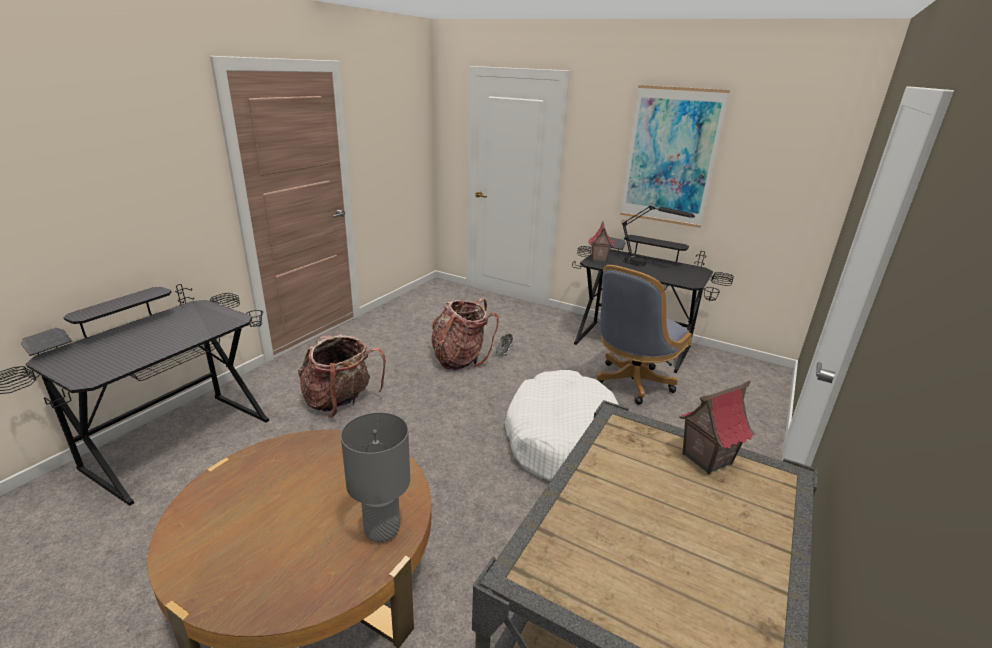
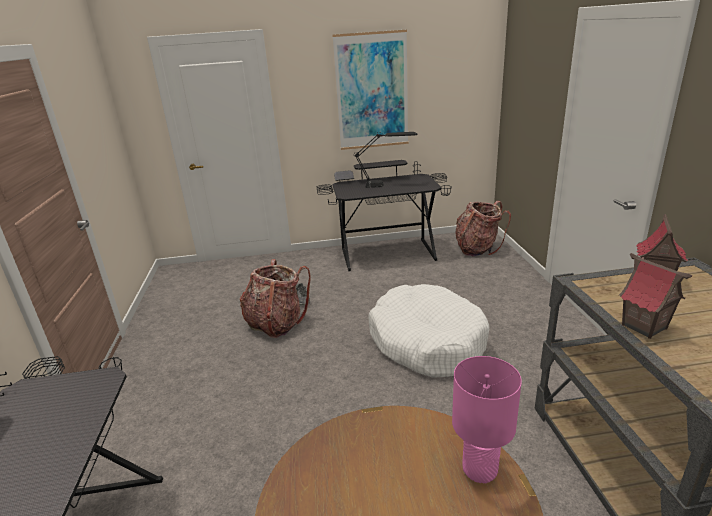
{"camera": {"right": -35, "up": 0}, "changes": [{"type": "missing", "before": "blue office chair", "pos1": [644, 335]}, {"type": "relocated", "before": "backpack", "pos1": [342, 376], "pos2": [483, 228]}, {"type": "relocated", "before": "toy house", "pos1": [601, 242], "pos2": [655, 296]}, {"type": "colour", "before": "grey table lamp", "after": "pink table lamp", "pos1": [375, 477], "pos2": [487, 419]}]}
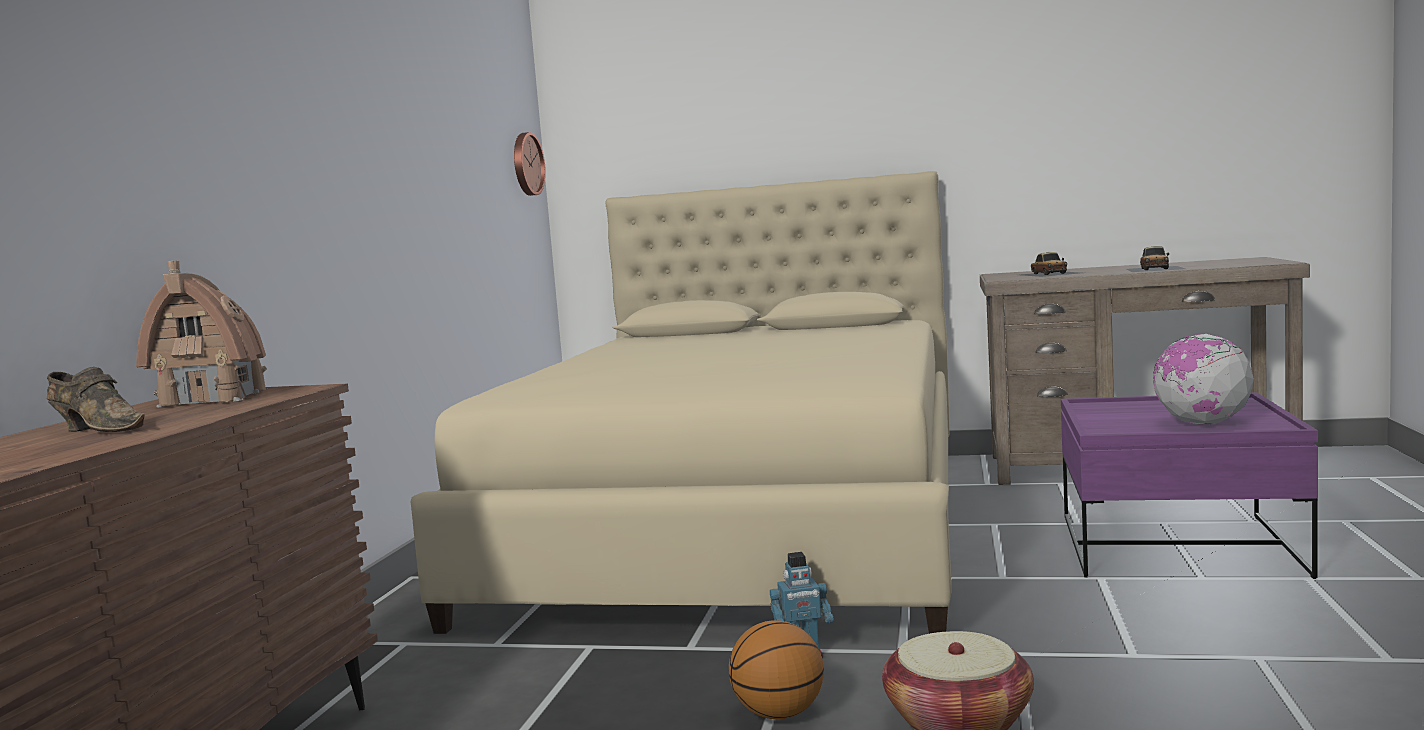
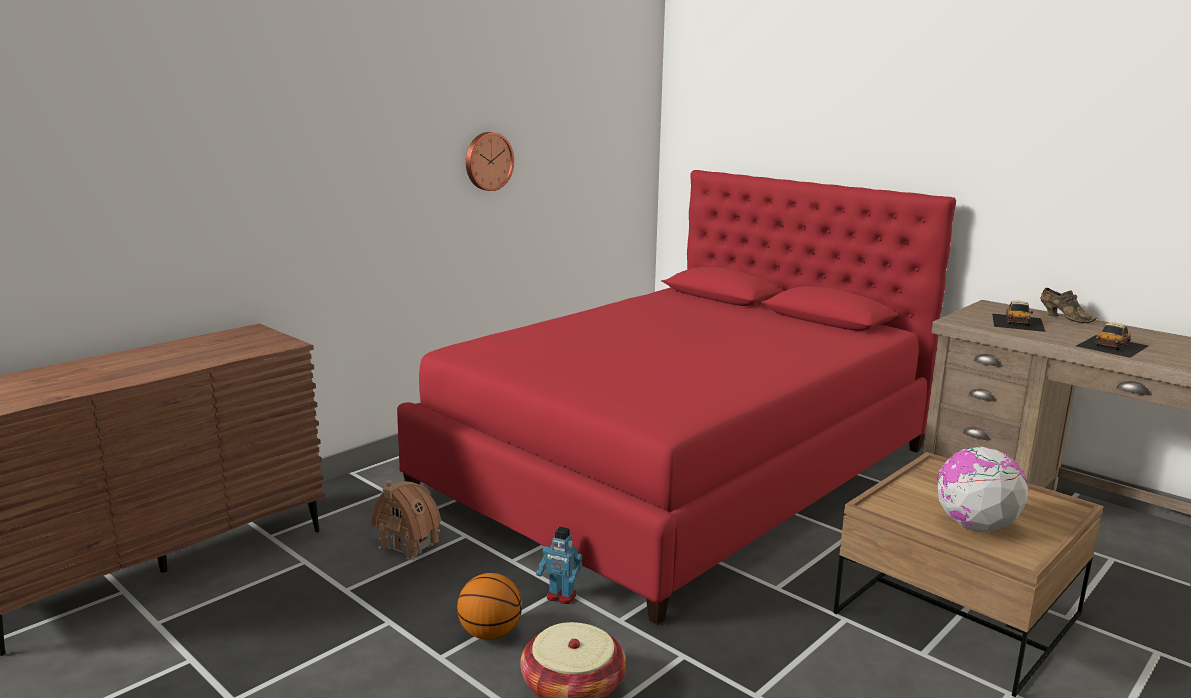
{"camera": {"right": 30, "up": 10}, "changes": [{"type": "relocated", "before": "brown shoe", "pos1": [96, 399], "pos2": [1068, 305]}, {"type": "relocated", "before": "toy house", "pos1": [202, 334], "pos2": [406, 520]}, {"type": "relocated", "before": "wall clock", "pos1": [530, 164], "pos2": [490, 161]}, {"type": "colour", "before": "beige bed", "after": "red bed", "pos1": [681, 402], "pos2": [676, 397]}, {"type": "colour", "before": "purple coffee table", "after": "brown coffee table", "pos1": [1189, 485], "pos2": [969, 574]}]}
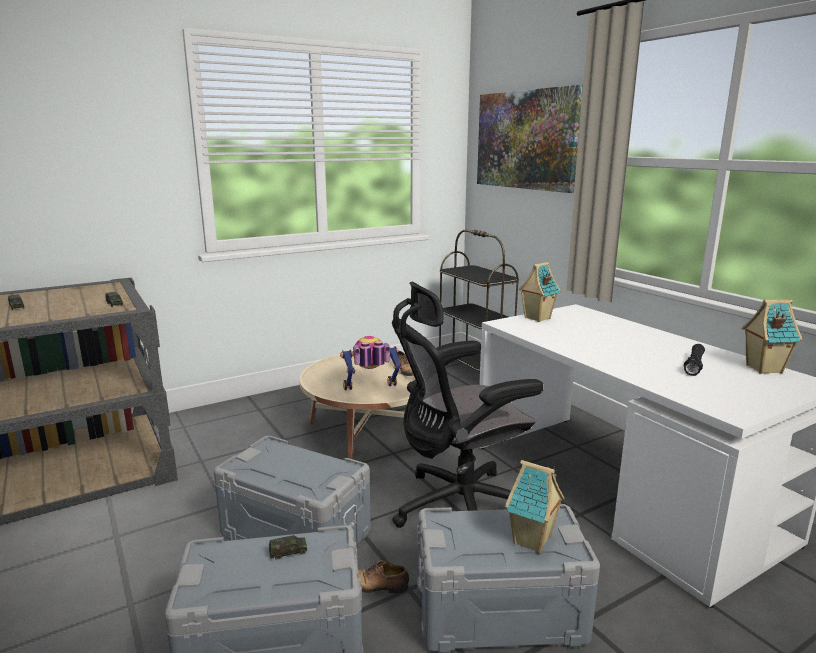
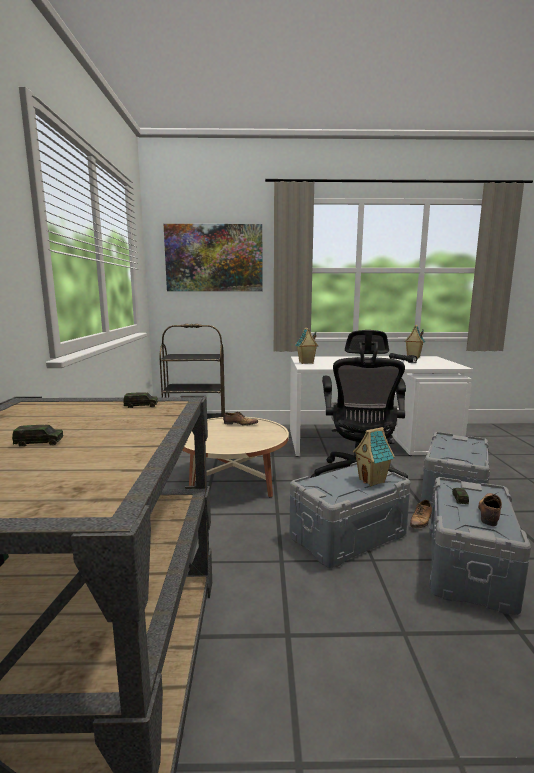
{"camera": {"right": -60, "up": -5}, "changes": [{"type": "missing", "before": "toy robot", "pos1": [371, 363]}, {"type": "appeared", "after": "shoe", "pos2": [490, 509]}, {"type": "relocated", "before": "toy house", "pos1": [534, 506], "pos2": [374, 456]}]}
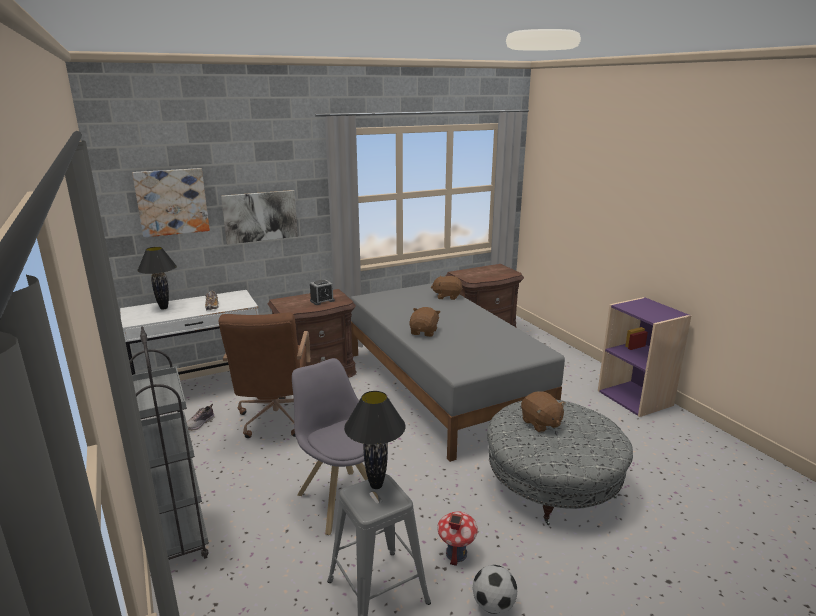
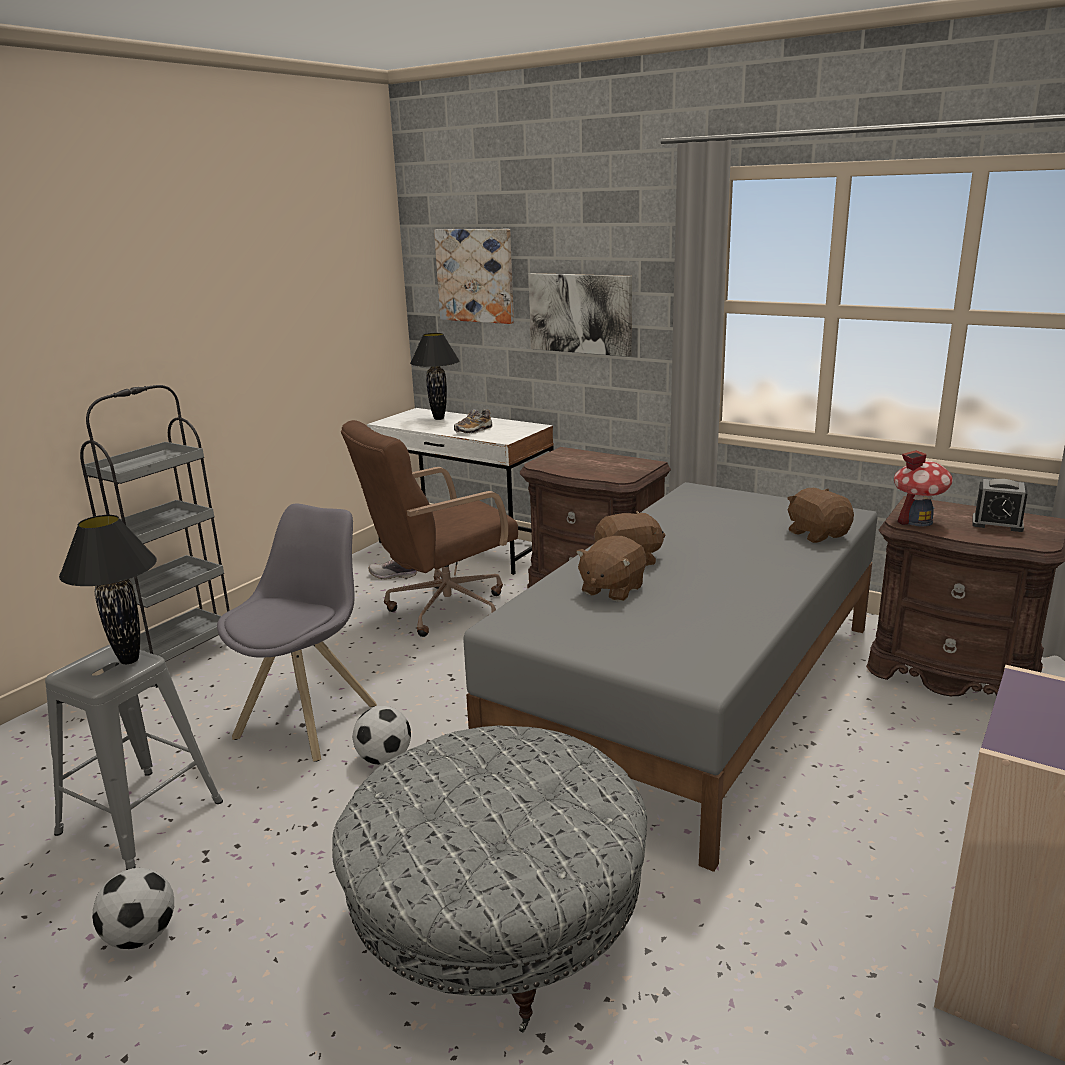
{"camera": {"right": 60, "up": 0}, "changes": [{"type": "appeared", "after": "football", "pos2": [381, 735]}, {"type": "relocated", "before": "alarm clock", "pos1": [322, 292], "pos2": [1000, 505]}, {"type": "relocated", "before": "toy house", "pos1": [457, 538], "pos2": [923, 488]}, {"type": "relocated", "before": "brown plush toy", "pos1": [543, 411], "pos2": [611, 569]}]}
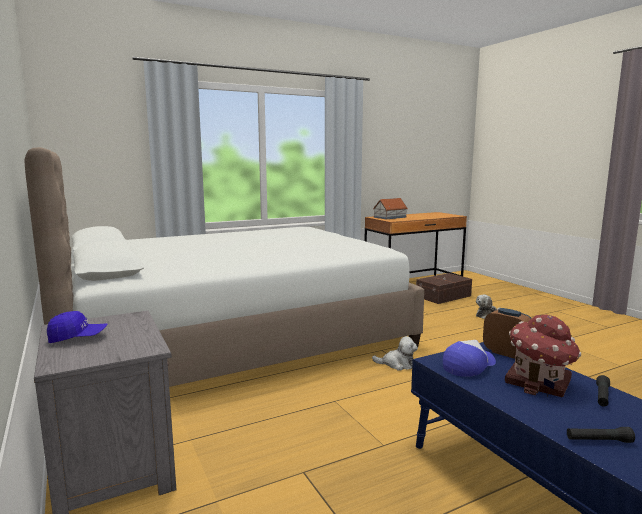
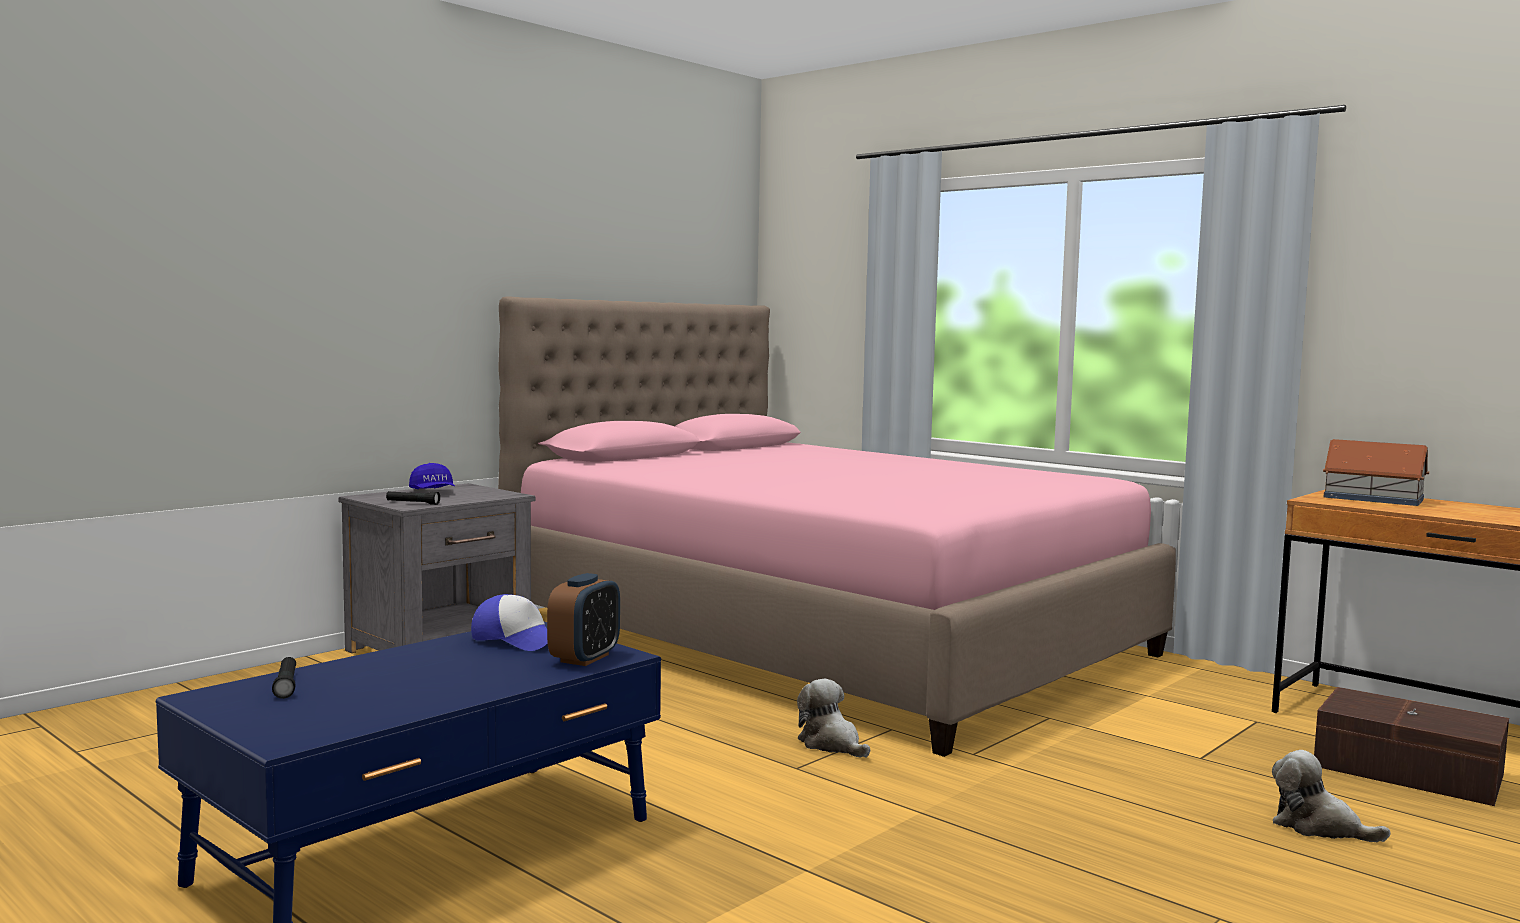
{"camera": {"right": 70, "up": -5}, "changes": [{"type": "missing", "before": "toy house", "pos1": [543, 356]}, {"type": "relocated", "before": "black flashlight", "pos1": [603, 391], "pos2": [413, 498]}, {"type": "colour", "before": "white bed", "after": "pink bed", "pos1": [224, 267], "pos2": [837, 526]}, {"type": "spun", "before": "plush toy", "pos1": [395, 353], "pos2": [833, 718], "turn": 150}]}
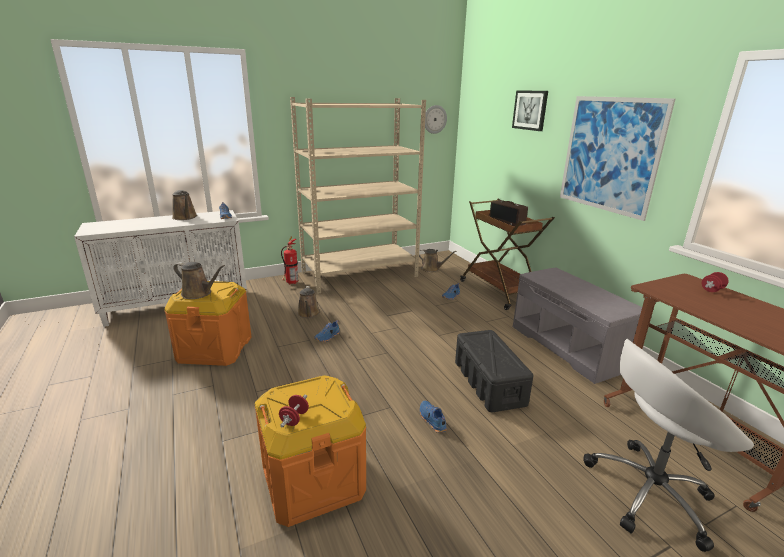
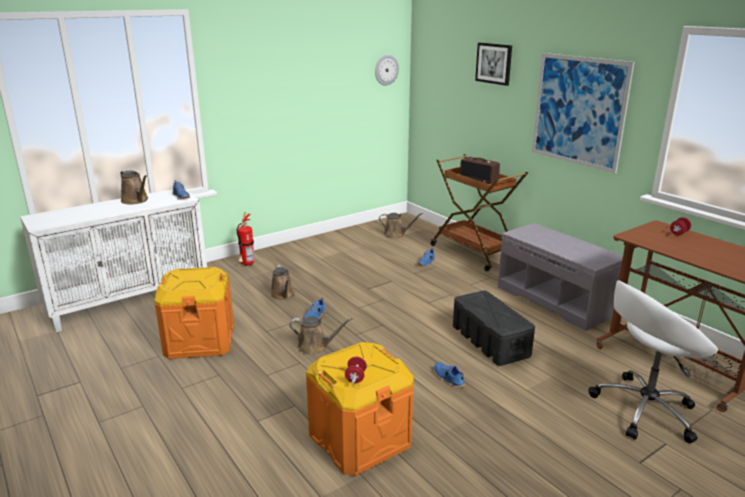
{"camera": {"right": -10, "up": 0}, "changes": [{"type": "missing", "before": "beige bookcase", "pos1": [358, 195]}, {"type": "relocated", "before": "brown watering can", "pos1": [199, 280], "pos2": [320, 335]}]}
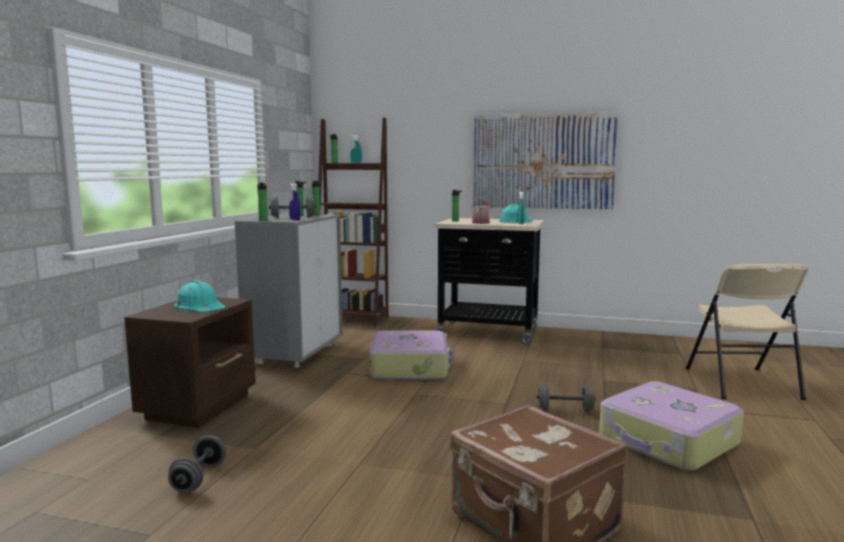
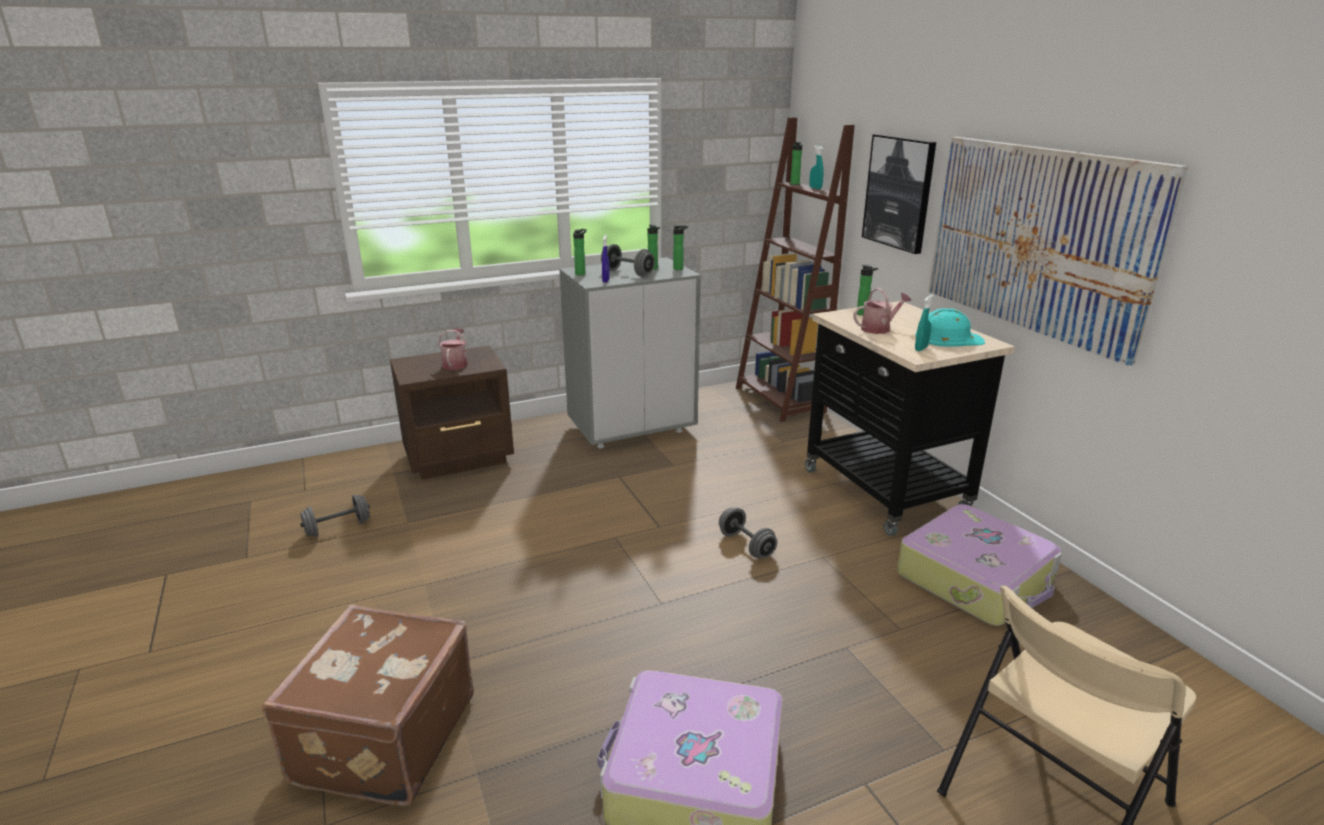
{"camera": {"right": 50, "up": 15}, "changes": [{"type": "appeared", "after": "picture", "pos2": [899, 194]}, {"type": "relocated", "before": "suitcase", "pos1": [412, 355], "pos2": [979, 565]}, {"type": "relocated", "before": "grey dumbbell", "pos1": [566, 398], "pos2": [748, 533]}, {"type": "exchanged", "before": "turquoise hard hat", "after": "watering can", "pos1": [199, 296], "pos2": [453, 349]}]}
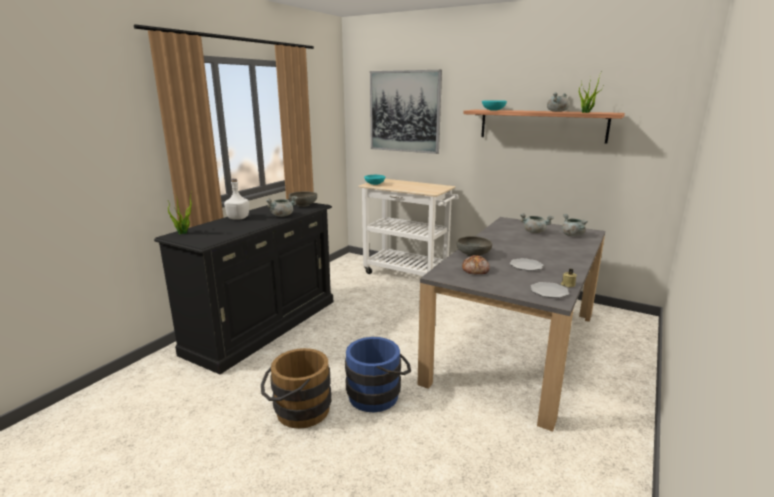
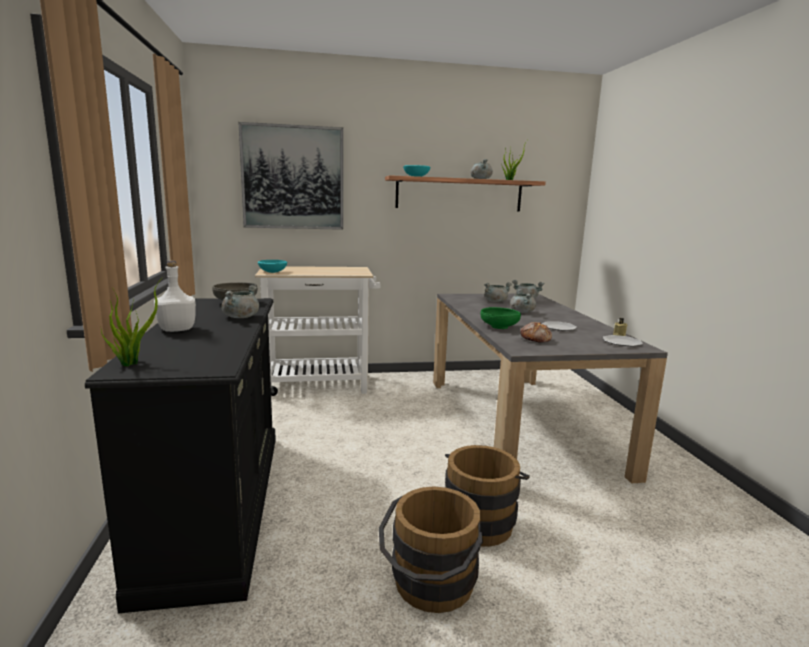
{"camera": {"right": -40, "up": -5}, "changes": [{"type": "appeared", "after": "grey cooking pot", "pos2": [523, 301]}, {"type": "colour", "before": "blue bucket", "after": "brown bucket", "pos1": [378, 374], "pos2": [487, 496]}, {"type": "colour", "before": "grey bowl", "after": "green bowl", "pos1": [474, 246], "pos2": [501, 318]}]}
